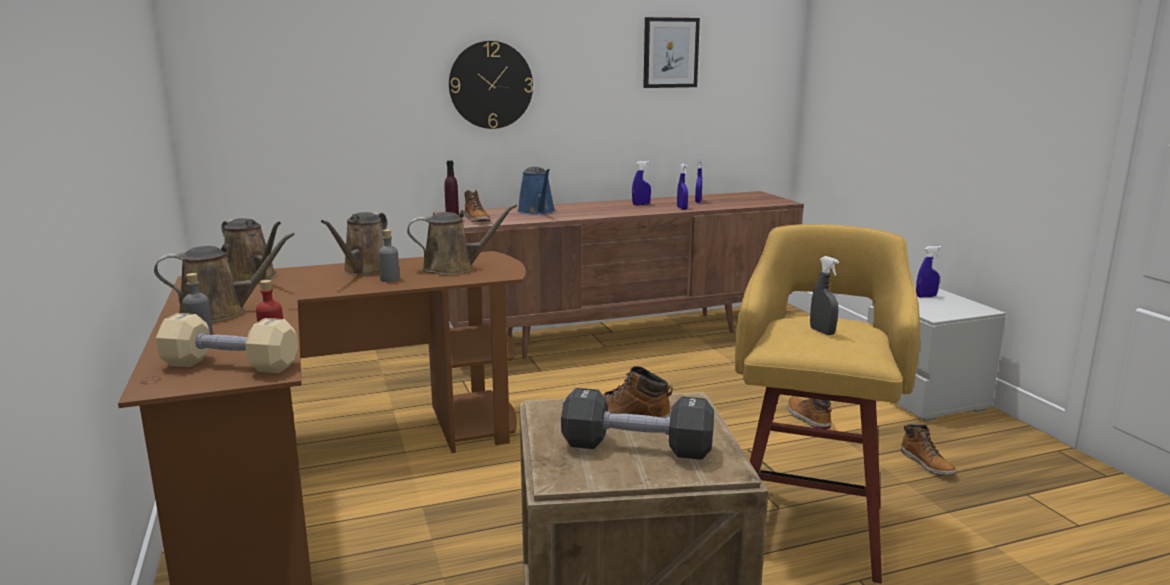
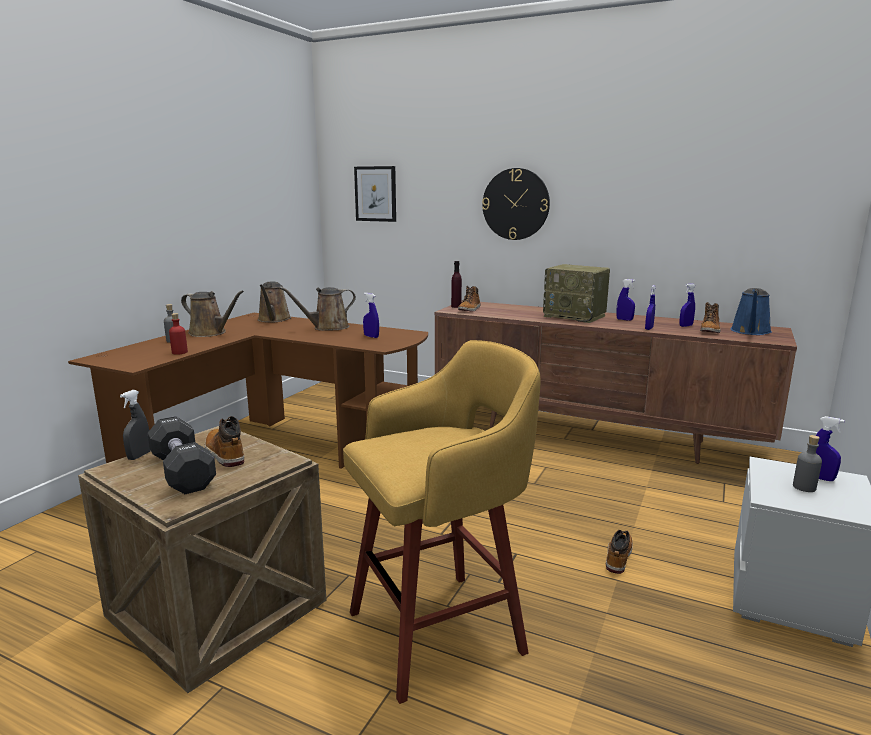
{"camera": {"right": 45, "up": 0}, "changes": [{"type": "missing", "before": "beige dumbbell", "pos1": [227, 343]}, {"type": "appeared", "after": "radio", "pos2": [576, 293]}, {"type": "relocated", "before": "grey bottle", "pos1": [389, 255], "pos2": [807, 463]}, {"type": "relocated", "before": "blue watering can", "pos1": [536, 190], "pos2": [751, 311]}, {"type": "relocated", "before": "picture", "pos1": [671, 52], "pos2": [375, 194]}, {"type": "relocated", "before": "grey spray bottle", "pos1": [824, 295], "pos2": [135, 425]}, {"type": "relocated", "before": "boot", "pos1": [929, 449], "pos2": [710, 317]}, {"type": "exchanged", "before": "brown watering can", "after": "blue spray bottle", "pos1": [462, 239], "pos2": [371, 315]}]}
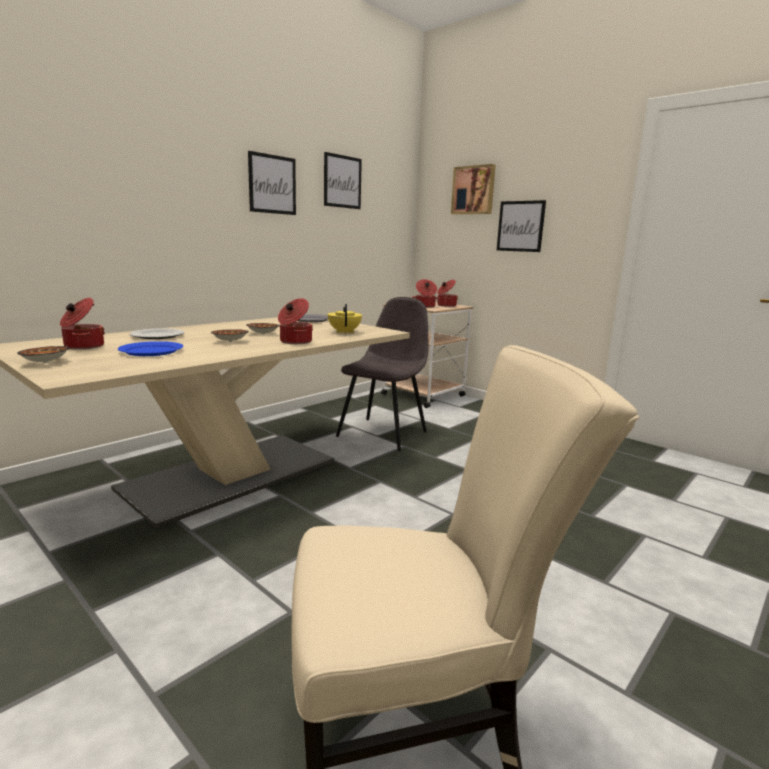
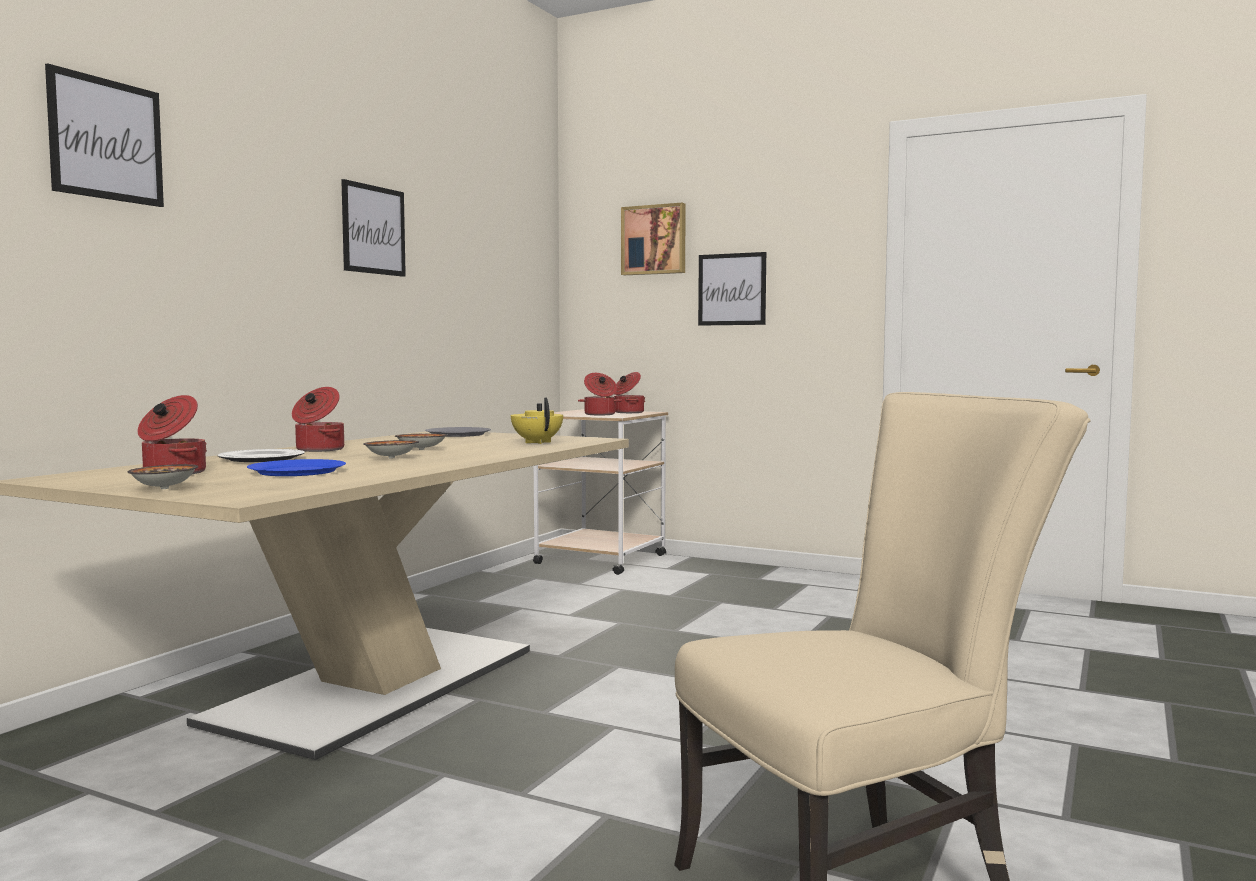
{"camera": {"right": -15, "up": -10}, "changes": [{"type": "missing", "before": "grey chair", "pos1": [382, 374]}, {"type": "relocated", "before": "cooking pot", "pos1": [295, 321], "pos2": [318, 419]}, {"type": "relocated", "before": "picture", "pos1": [343, 180], "pos2": [104, 135]}]}
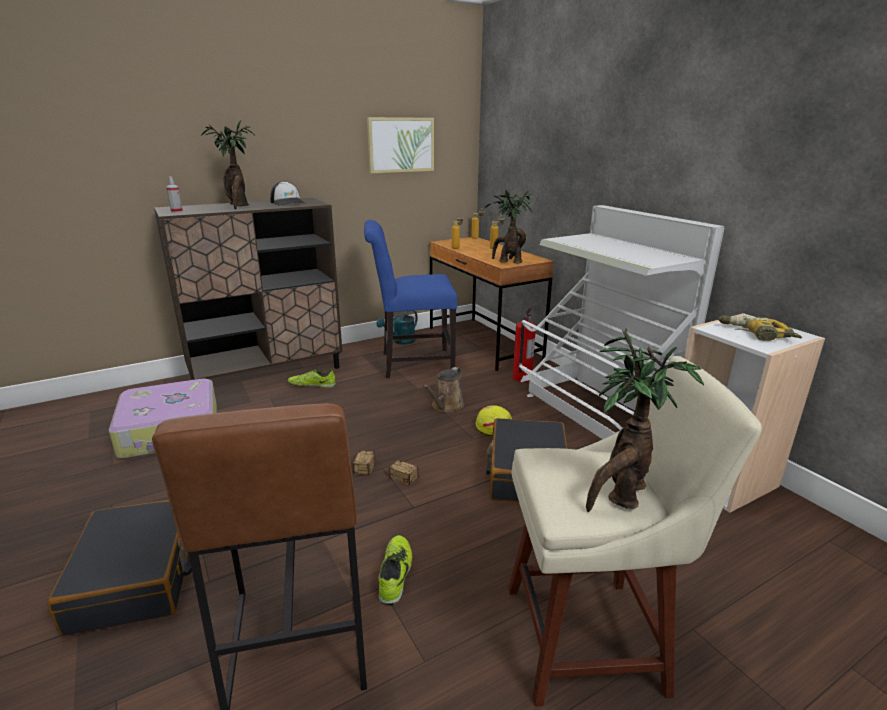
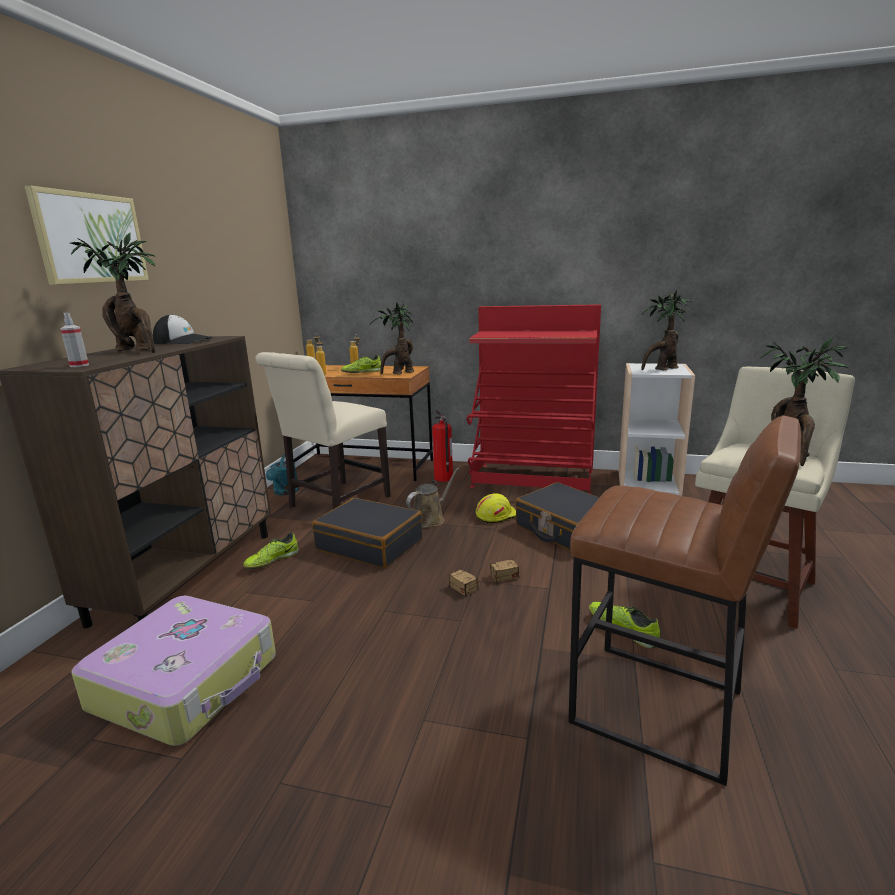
{"camera": {"right": -45, "up": -5}, "changes": [{"type": "appeared", "after": "shoe", "pos2": [361, 364]}, {"type": "relocated", "before": "black suitcase", "pos1": [119, 568], "pos2": [367, 533]}, {"type": "relocated", "before": "picture", "pos1": [400, 145], "pos2": [87, 235]}, {"type": "exchanged", "before": "power drill", "after": "potted plant", "pos1": [760, 328], "pos2": [666, 330]}, {"type": "colour", "before": "blue chair", "after": "beige chair", "pos1": [410, 299], "pos2": [323, 430]}, {"type": "colour", "before": "white shoe rack", "after": "red shoe rack", "pos1": [622, 322], "pos2": [533, 399]}, {"type": "spun", "before": "brown watering can", "pos1": [443, 389], "pos2": [433, 497], "turn": -120}]}
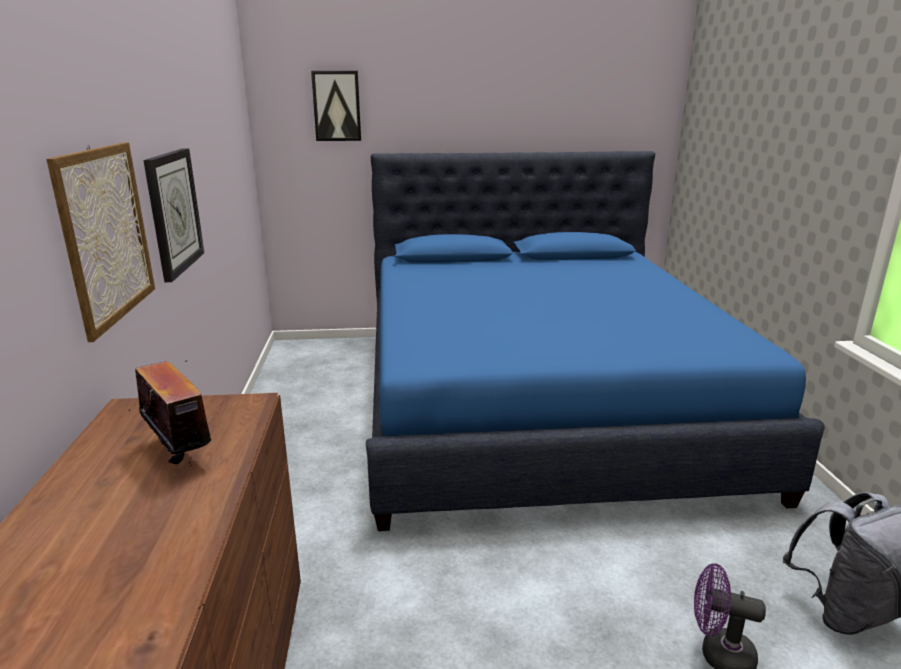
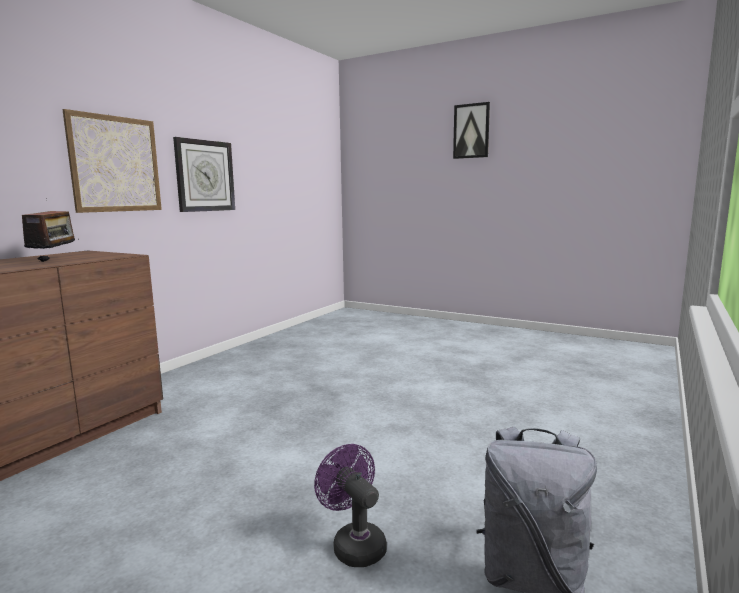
{"camera": {"right": 35, "up": -10}, "changes": [{"type": "missing", "before": "blue bed", "pos1": [595, 341]}, {"type": "relocated", "before": "picture", "pos1": [336, 106], "pos2": [471, 130]}]}
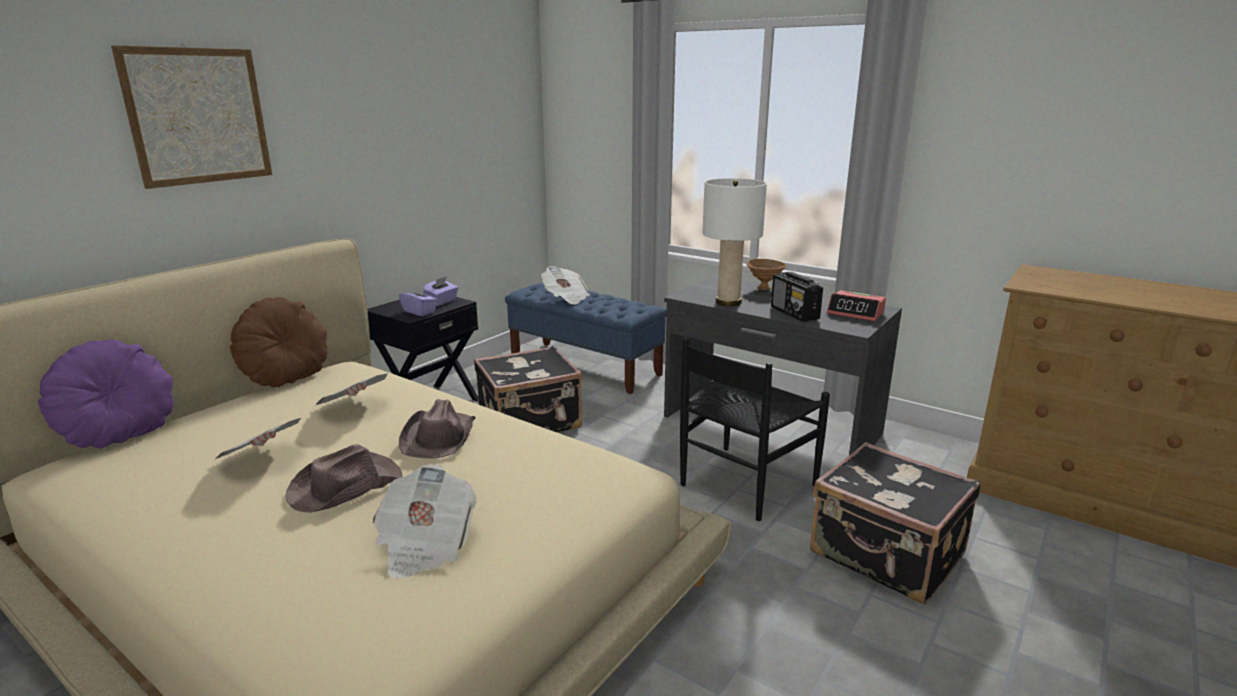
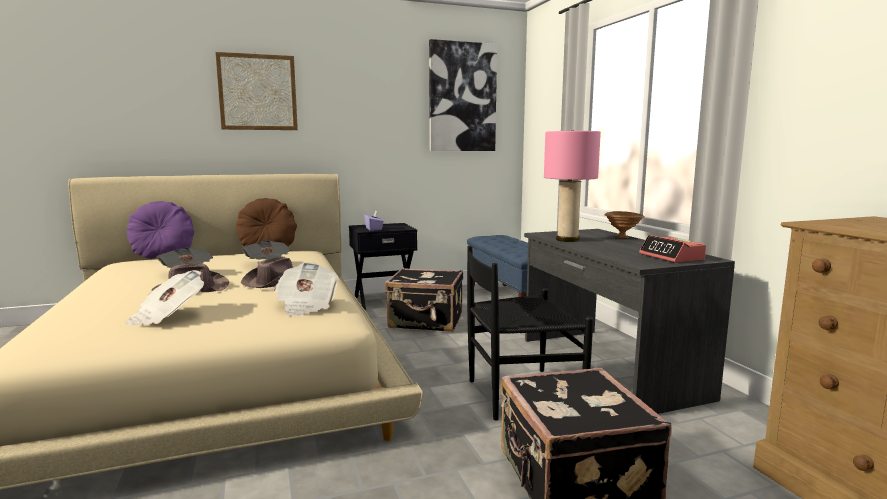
{"camera": {"right": 35, "up": -10}, "changes": [{"type": "missing", "before": "purple tissue box", "pos1": [440, 291]}, {"type": "missing", "before": "radio", "pos1": [797, 297]}, {"type": "appeared", "after": "picture", "pos2": [463, 95]}, {"type": "relocated", "before": "newspaper", "pos1": [565, 285], "pos2": [306, 289]}, {"type": "colour", "before": "white table lamp", "after": "pink table lamp", "pos1": [734, 242], "pos2": [572, 186]}]}
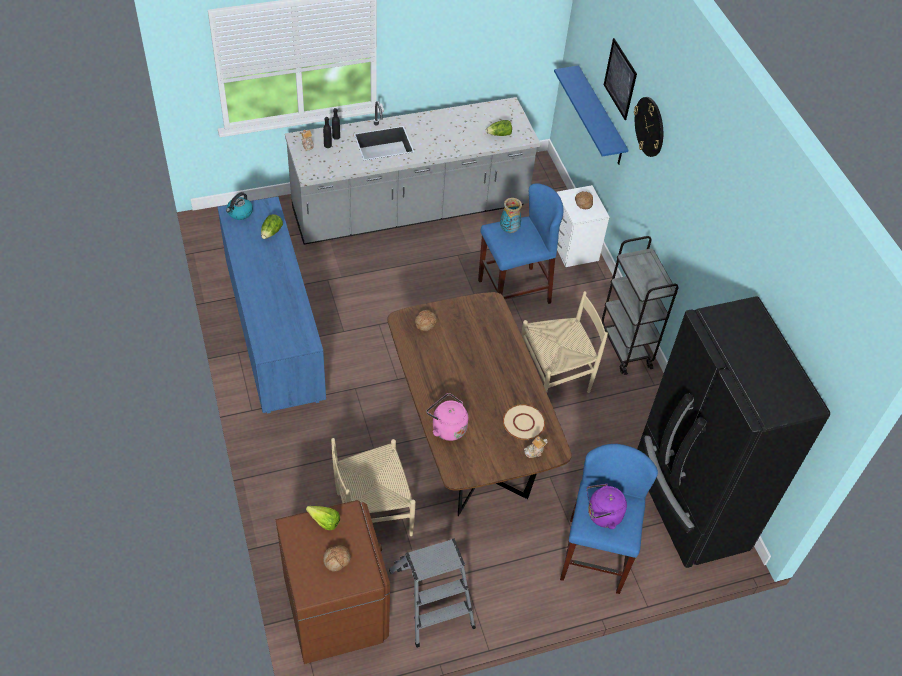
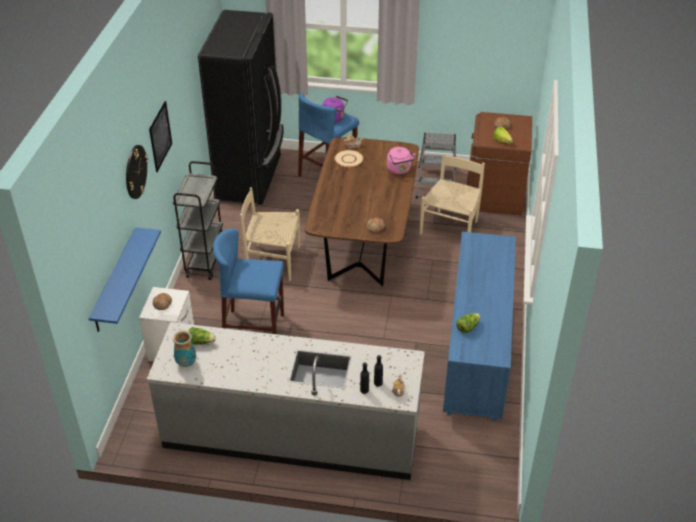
{"camera": {"right": -150, "up": -10}, "changes": [{"type": "missing", "before": "kettle", "pos1": [239, 206]}, {"type": "relocated", "before": "vase", "pos1": [511, 215], "pos2": [184, 349]}, {"type": "relocated", "before": "picture", "pos1": [620, 79], "pos2": [160, 136]}, {"type": "spun", "before": "beige chair", "pos1": [373, 487], "pos2": [452, 194], "turn": -75}]}
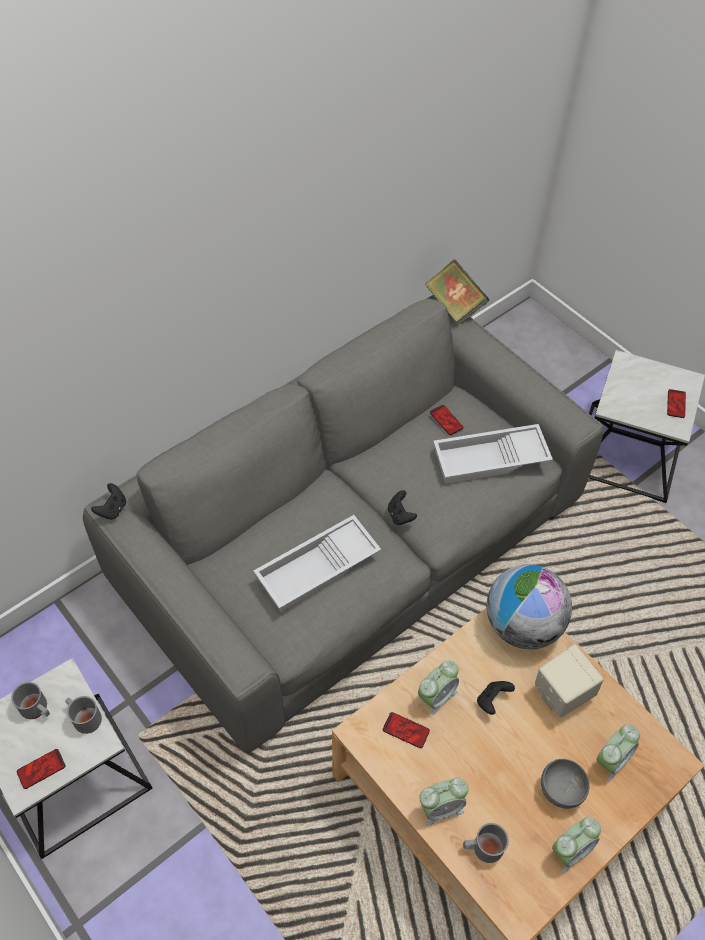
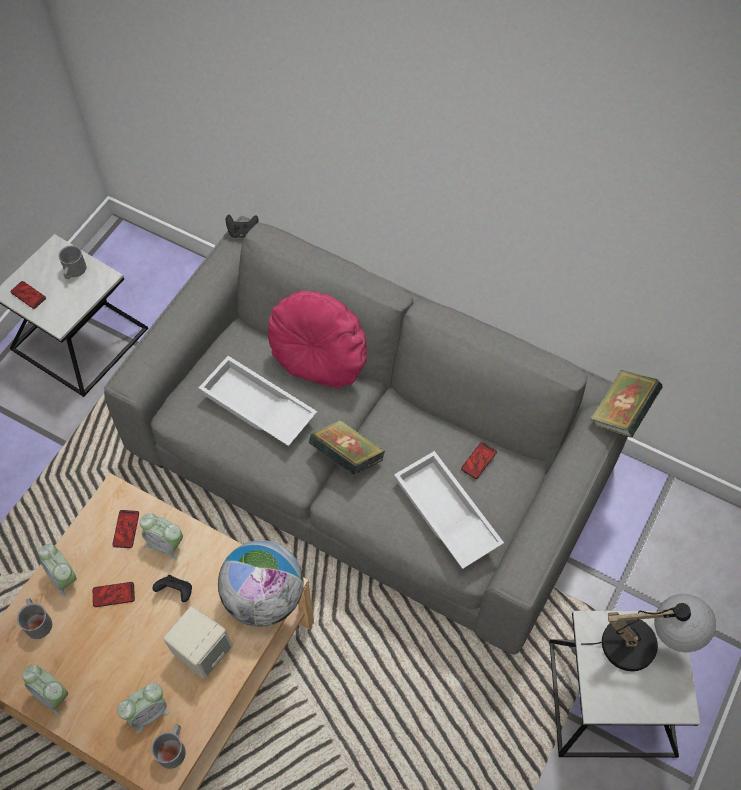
{"camera": {"right": 70, "up": 5}, "changes": [{"type": "missing", "before": "grey bowl", "pos1": [565, 784]}, {"type": "appeared", "after": "pink pillow", "pos2": [317, 340]}, {"type": "appeared", "after": "table lamp", "pos2": [648, 632]}, {"type": "relocated", "before": "grey mug", "pos1": [83, 715], "pos2": [168, 746]}, {"type": "relocated", "before": "phone", "pos1": [676, 403], "pos2": [114, 594]}, {"type": "exchanged", "before": "black game controller", "after": "book", "pos1": [402, 507], "pos2": [347, 447]}, {"type": "spun", "before": "alarm clock", "pos1": [618, 753], "pos2": [144, 708], "turn": -60}]}
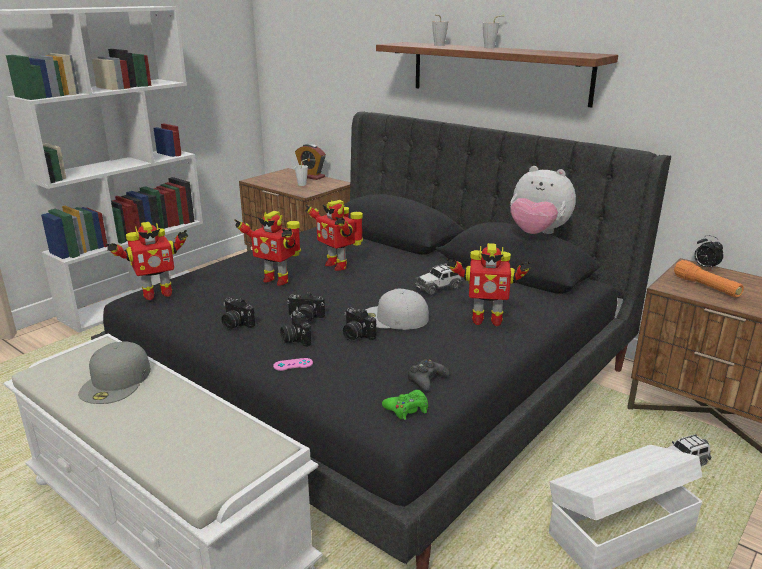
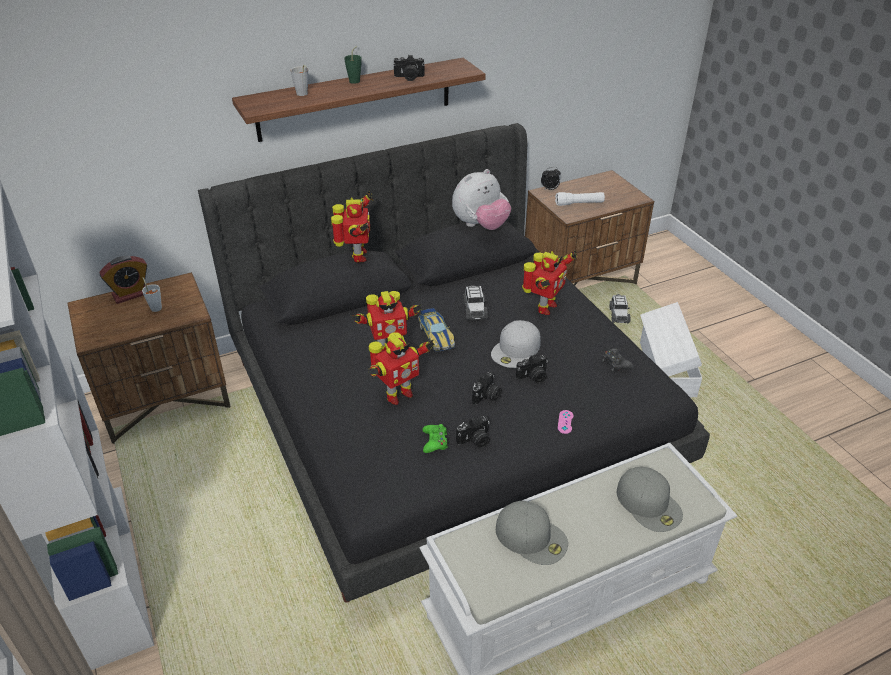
{"camera": {"right": -65, "up": 15}, "changes": [{"type": "appeared", "after": "toy car", "pos2": [436, 330]}, {"type": "appeared", "after": "grey cap", "pos2": [650, 499]}, {"type": "relocated", "before": "toy robot", "pos1": [146, 261], "pos2": [352, 227]}, {"type": "relocated", "before": "photo camera", "pos1": [295, 328], "pos2": [409, 68]}, {"type": "relocated", "before": "green game controller", "pos1": [405, 405], "pos2": [435, 438]}, {"type": "colour", "before": "grey cup", "after": "green cup", "pos1": [494, 31], "pos2": [353, 65]}, {"type": "colour", "before": "orange flashlight", "after": "white flashlight", "pos1": [709, 278], "pos2": [580, 199]}]}
